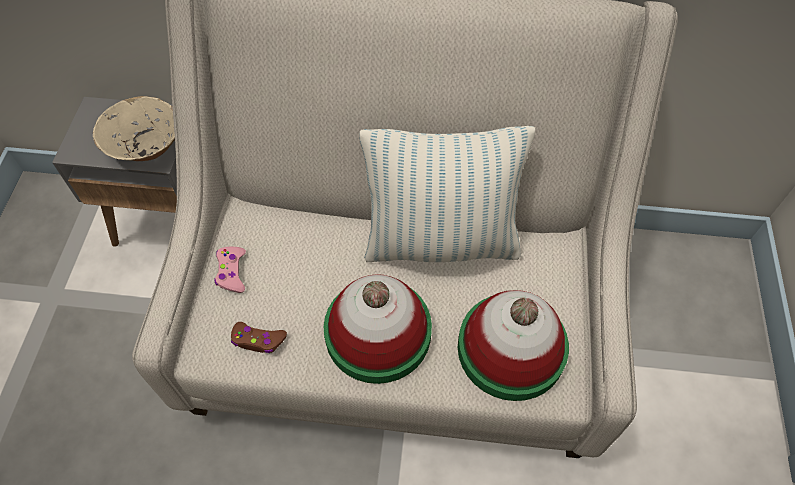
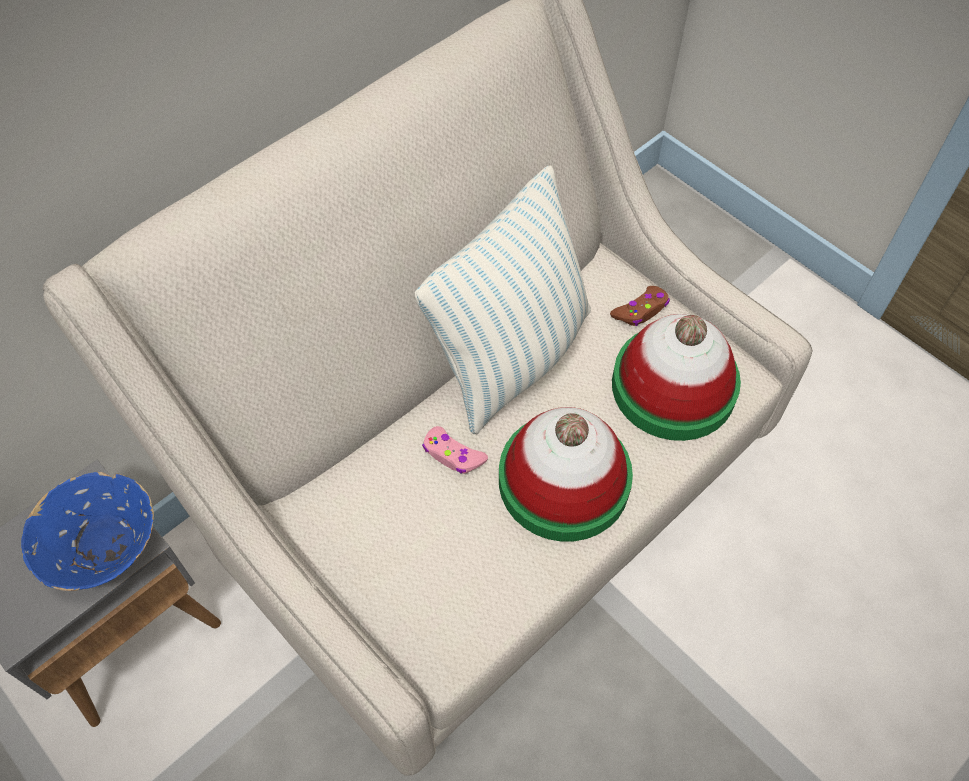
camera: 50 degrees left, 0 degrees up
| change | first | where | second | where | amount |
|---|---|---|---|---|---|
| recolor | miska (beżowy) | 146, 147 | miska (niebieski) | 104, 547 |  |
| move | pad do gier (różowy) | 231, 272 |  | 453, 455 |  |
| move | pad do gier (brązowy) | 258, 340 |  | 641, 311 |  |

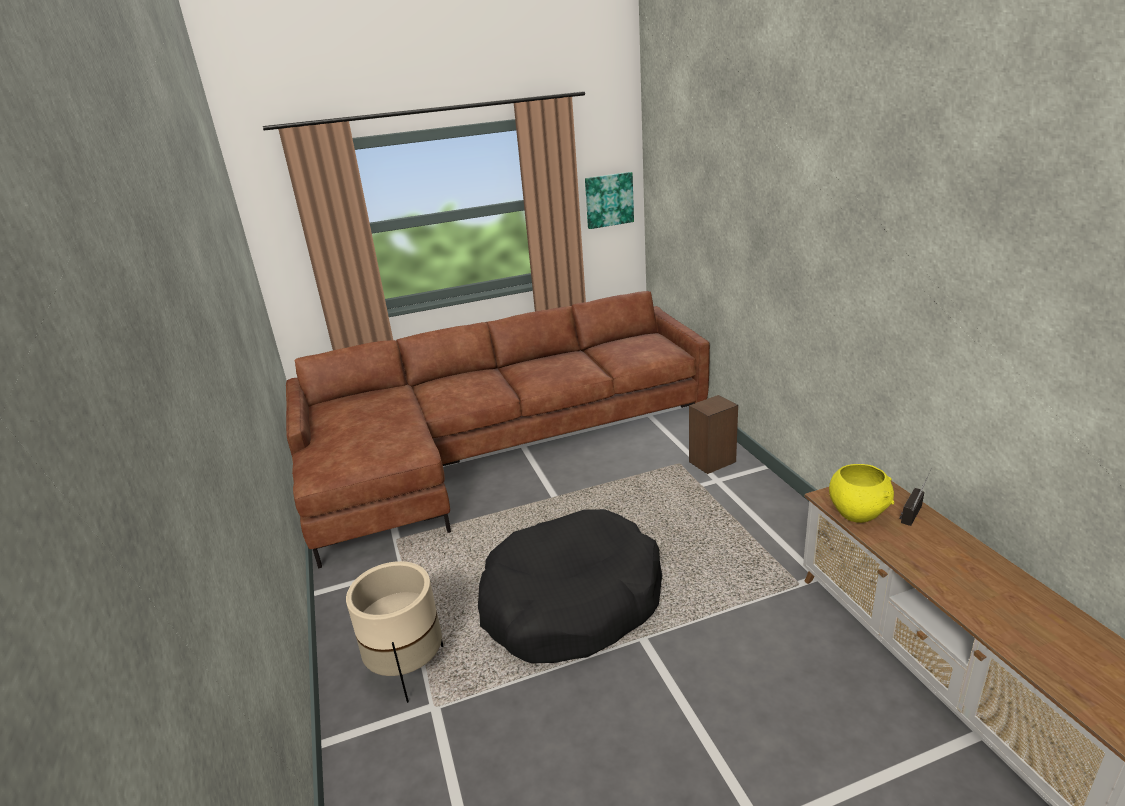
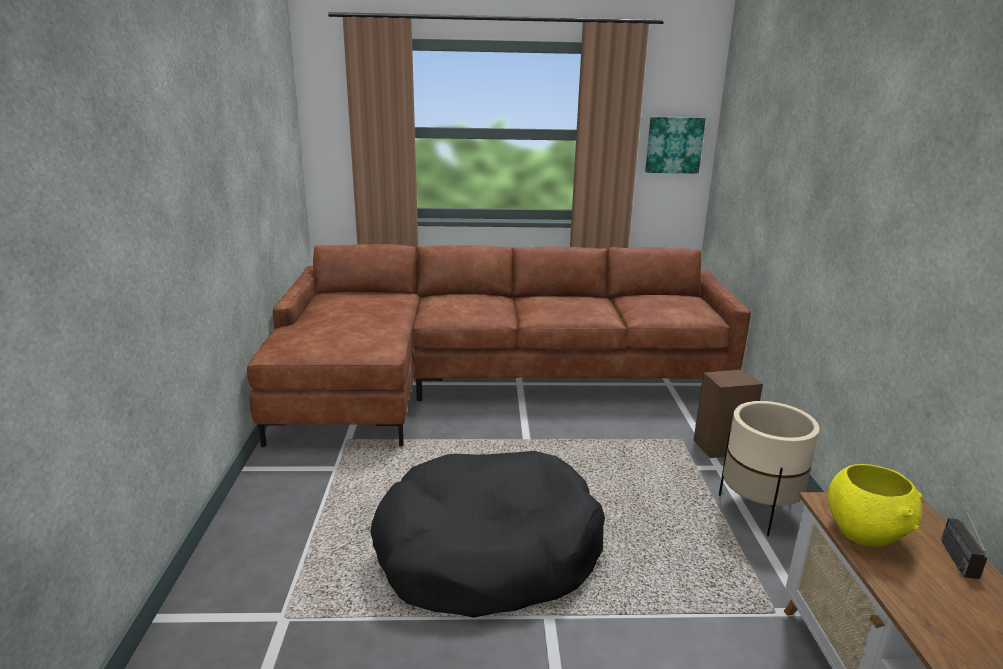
camera: 15 degrees right, 5 degrees down
| change | first | where | second | where | amount |
|---|---|---|---|---|---|
| move | donica (beżowy) | 408, 669 |  | 758, 510 |  |
| rotate | radio | 913, 509 |  | 951, 549 | 45 degrees counterclockwise |

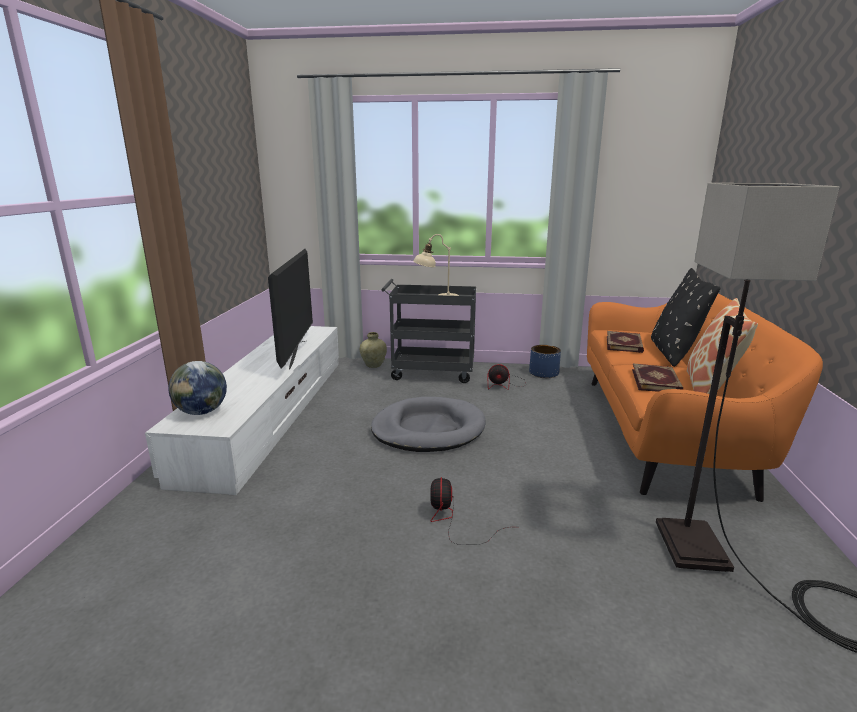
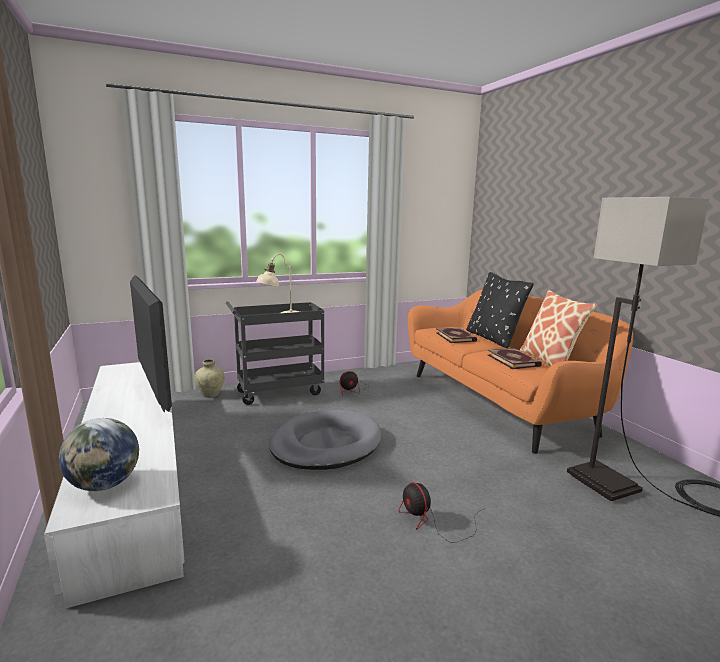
camera: 30 degrees left, 5 degrees down
| change | first | where | second | where | amount |
|---|---|---|---|---|---|
| delete | donica (niebieski) | 544, 373 |  |  |  |

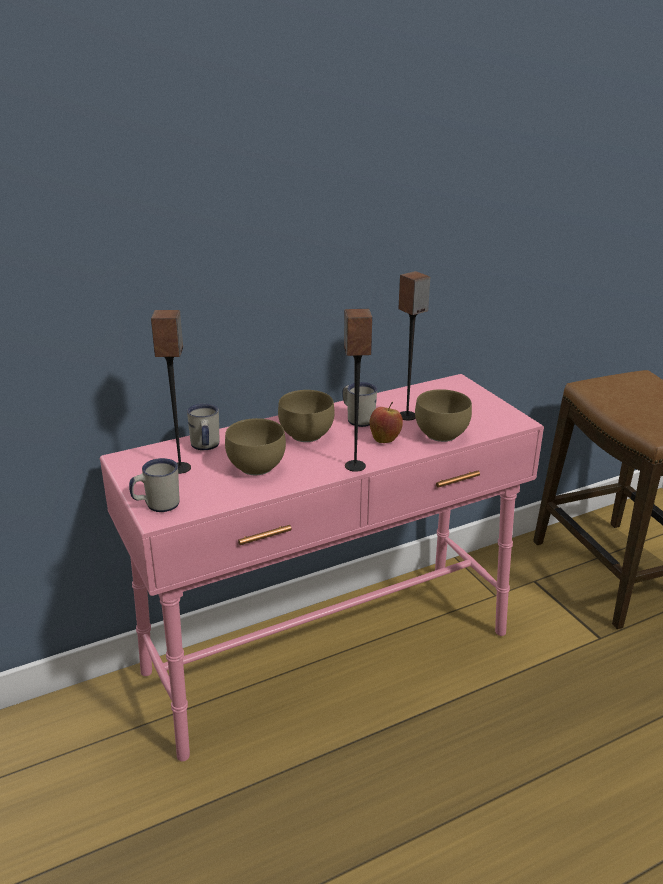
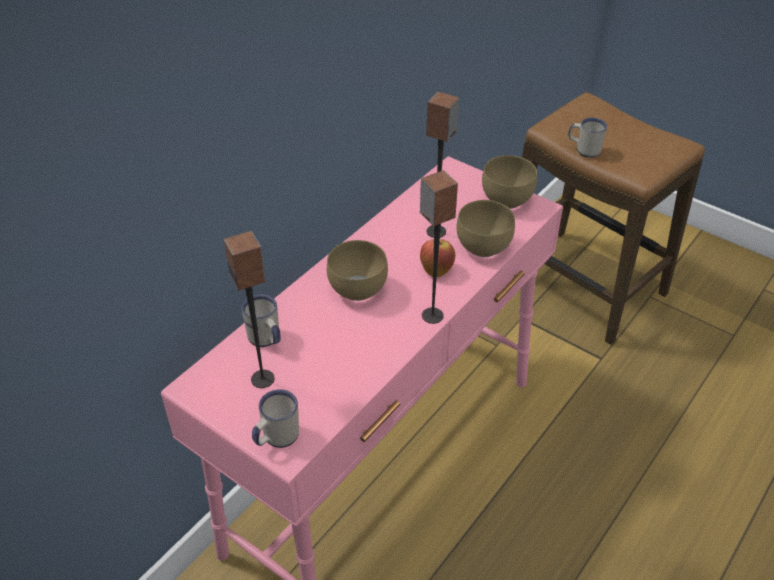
camera: 25 degrees left, 15 degrees up
| change | first | where | second | where | amount |
|---|---|---|---|---|---|
| move | miska (brązowy) | 256, 468 |  | 508, 201 |  |
| move | kubek (biały) | 357, 418 |  | 584, 149 |  |

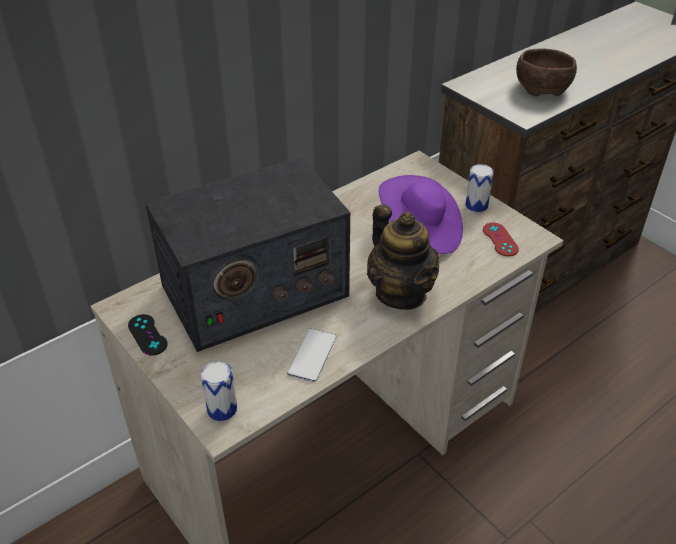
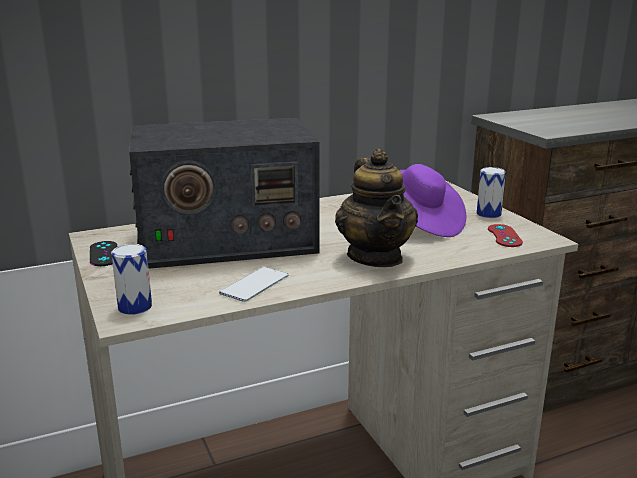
camera: 15 degrees right, 20 degrees down
| change | first | where | second | where | amount |
|---|---|---|---|---|---|
| delete | miska (brązowy) | 541, 87 |  |  |  |

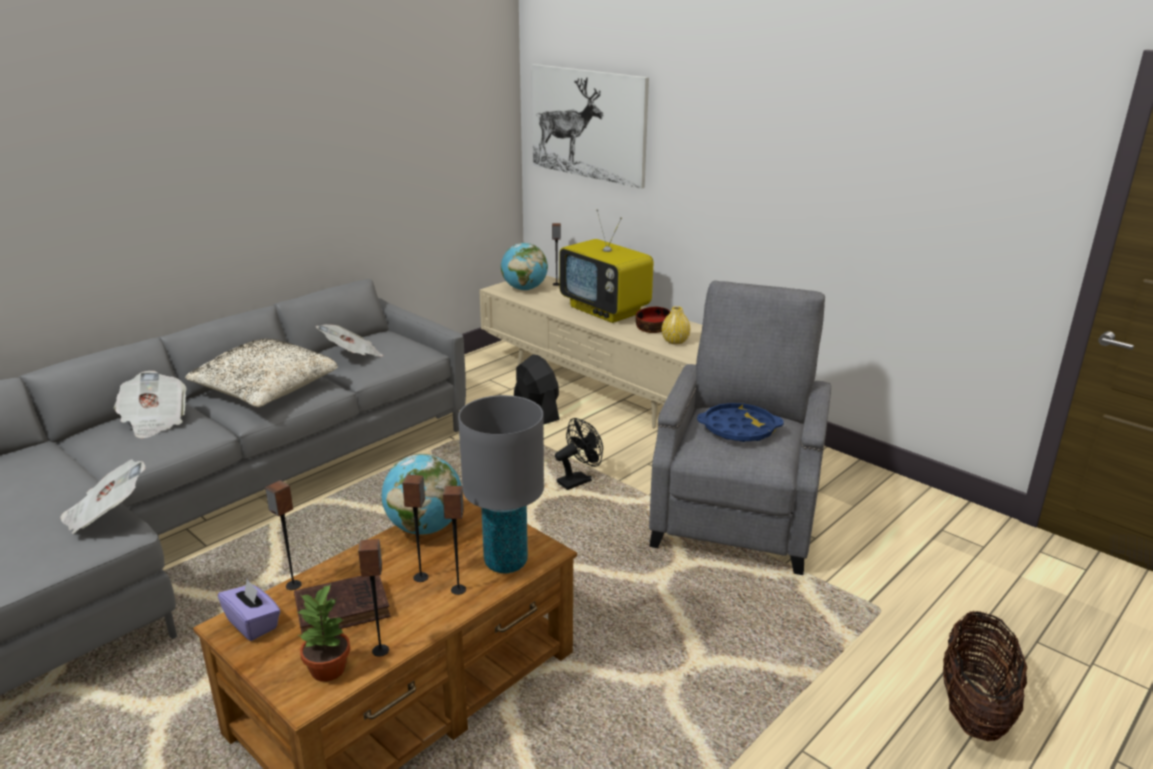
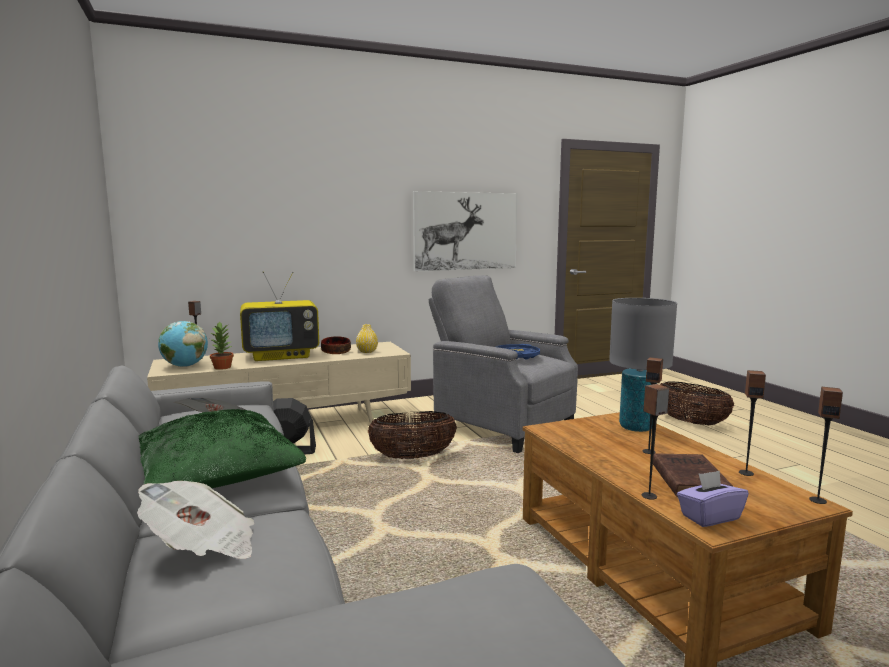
camera: 65 degrees left, 15 degrees down
| change | first | where | second | where | amount |
|---|---|---|---|---|---|
| delete | gazeta | 106, 515 |  |  |  |
| recolor | poduszka (beżowy) | 267, 387 | poduszka (zielony) | 216, 471 |  |
| move | roślina doniczkowa | 329, 669 |  | 223, 367 |  |
| delete | globus | 425, 527 |  |  |  |
| move | głośnik | 459, 589 |  | 817, 500 |  |
| move | obraz | 588, 124 |  | 465, 231 |  |
| replace | wentylator (czarny) | 578, 480 | koszyk | 412, 457 |  |

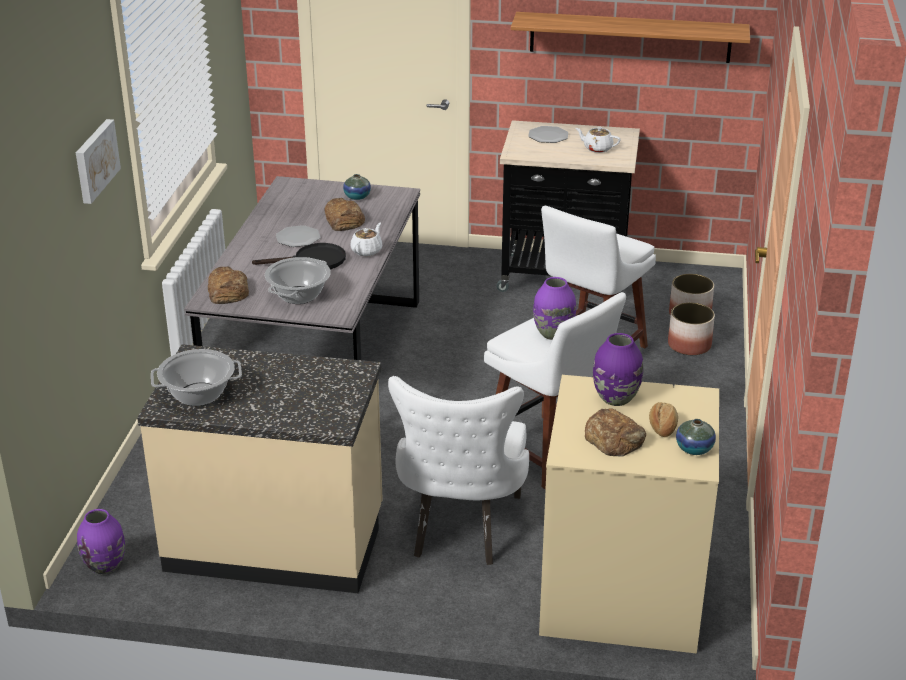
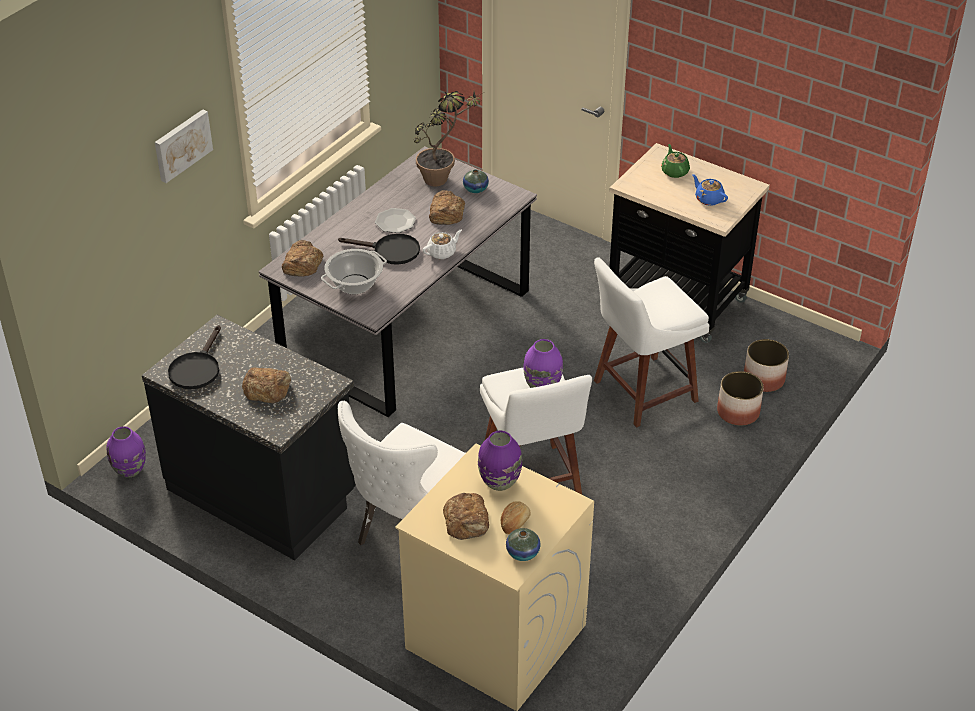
camera: 25 degrees right, 10 degrees up
| change | first | where | second | where | amount |
|---|---|---|---|---|---|
| recolor | zabudowa kuchenna (beżowy) | 276, 541 | zabudowa kuchenna (czarny) | 263, 492 |  |
| replace | garnek | 198, 395 | patelnia (czarny) | 197, 368 |  |
| delete | półka | 630, 37 |  |  |  |
| replace | talerz | 548, 136 | imbryk (zielony) | 674, 171 |  |
| recolor | imbryk (biały) | 597, 148 | imbryk (niebieski) | 708, 199 |  |
| insert |  |  | chleb | 267, 388 |  |
| insert |  |  | roślina doniczkowa | 444, 178 |  |

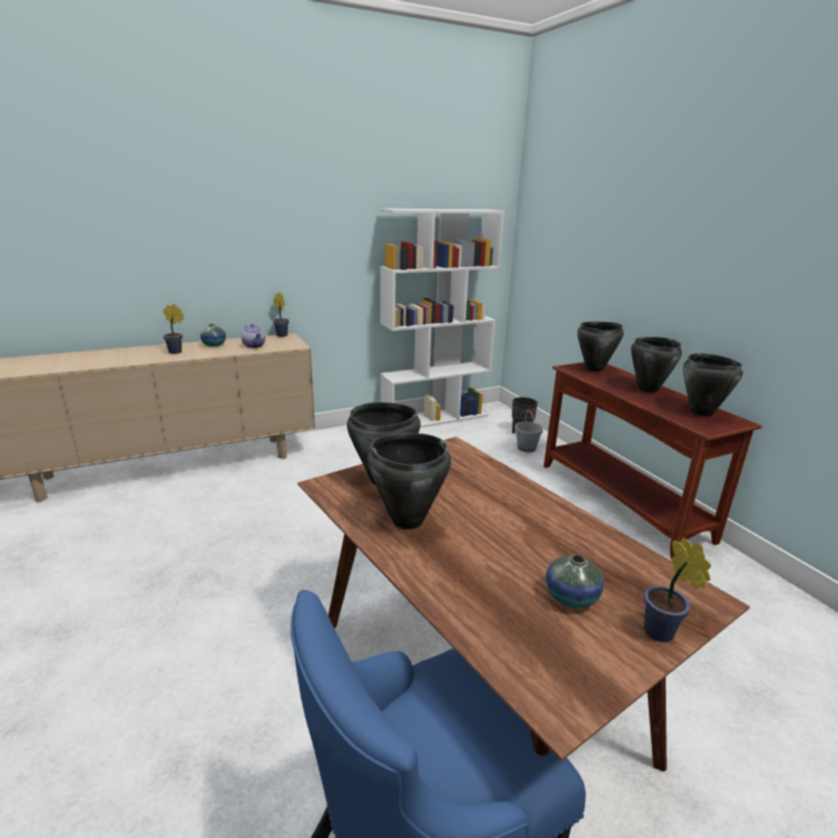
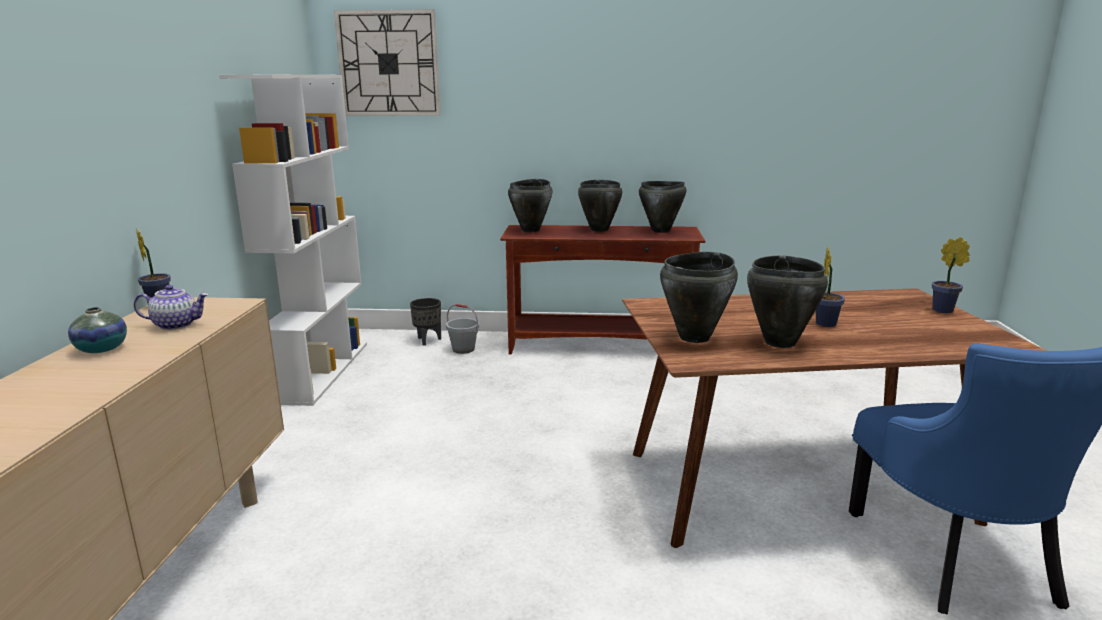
camera: 60 degrees left, 5 degrees down
| change | first | where | second | where | amount |
|---|---|---|---|---|---|
| move | roślina doniczkowa | 177, 352 |  | 825, 323 |  |
| delete | wazon | 571, 597 |  |  |  |
| insert |  |  | zegar ścienny | 388, 64 |  |

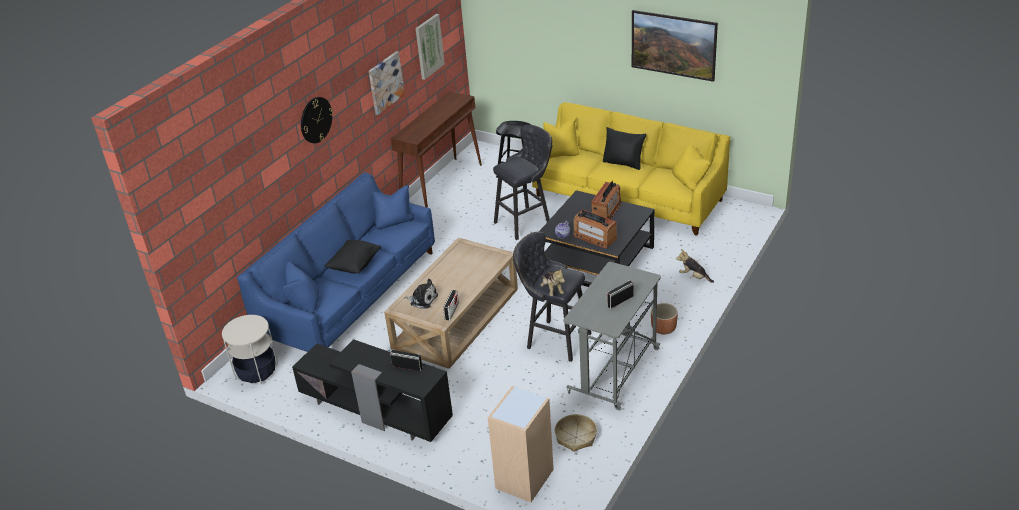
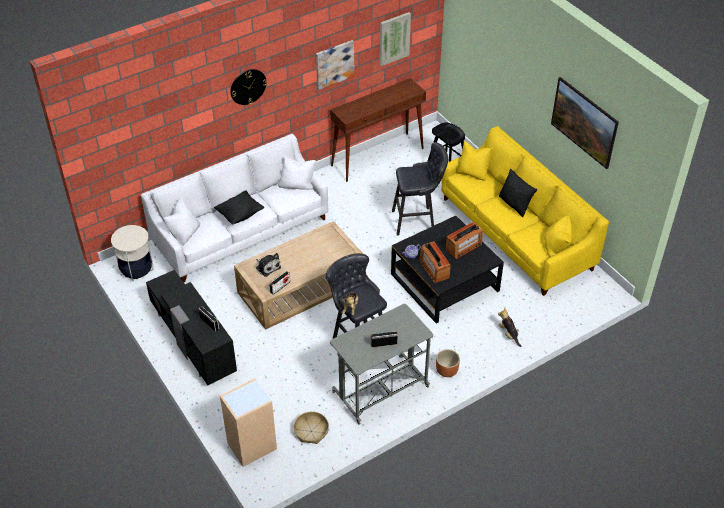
camera: 25 degrees right, 10 degrees up
| change | first | where | second | where | amount |
|---|---|---|---|---|---|
| recolor | kanapa (niebieski) | 351, 295 | kanapa (biały) | 241, 232 |  |

